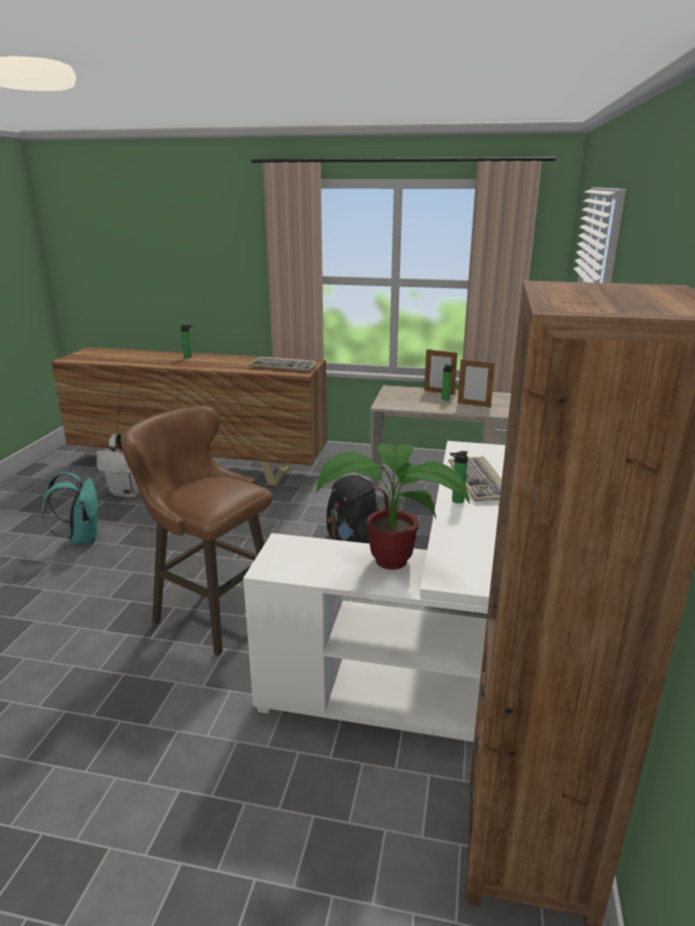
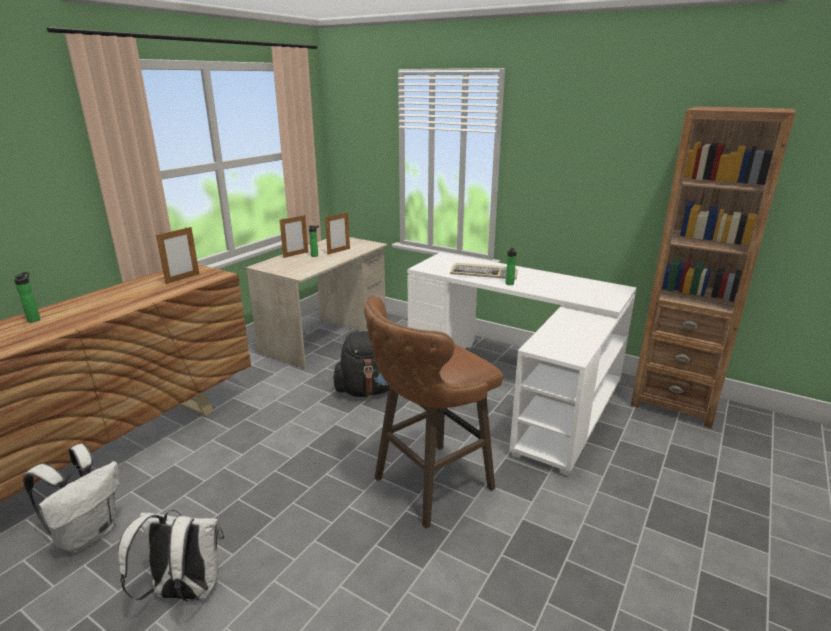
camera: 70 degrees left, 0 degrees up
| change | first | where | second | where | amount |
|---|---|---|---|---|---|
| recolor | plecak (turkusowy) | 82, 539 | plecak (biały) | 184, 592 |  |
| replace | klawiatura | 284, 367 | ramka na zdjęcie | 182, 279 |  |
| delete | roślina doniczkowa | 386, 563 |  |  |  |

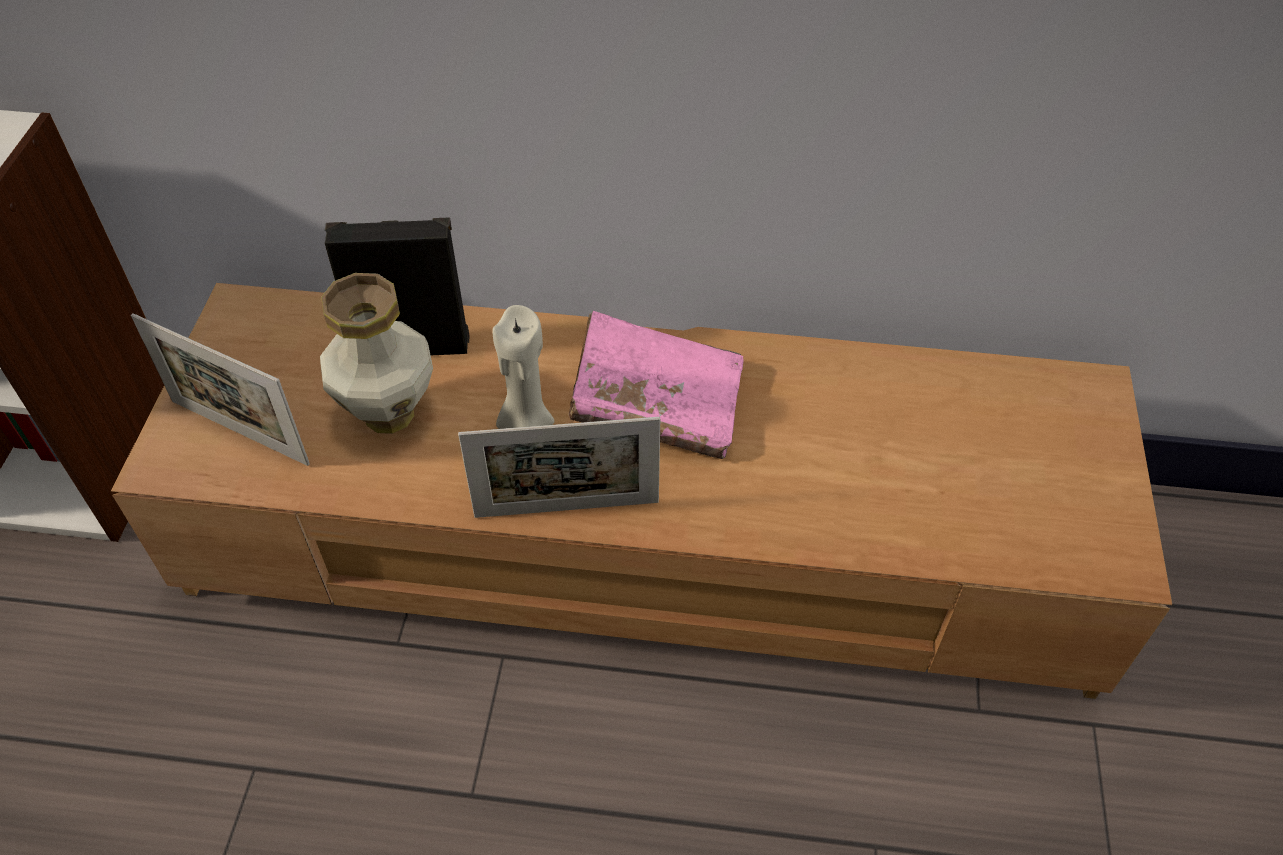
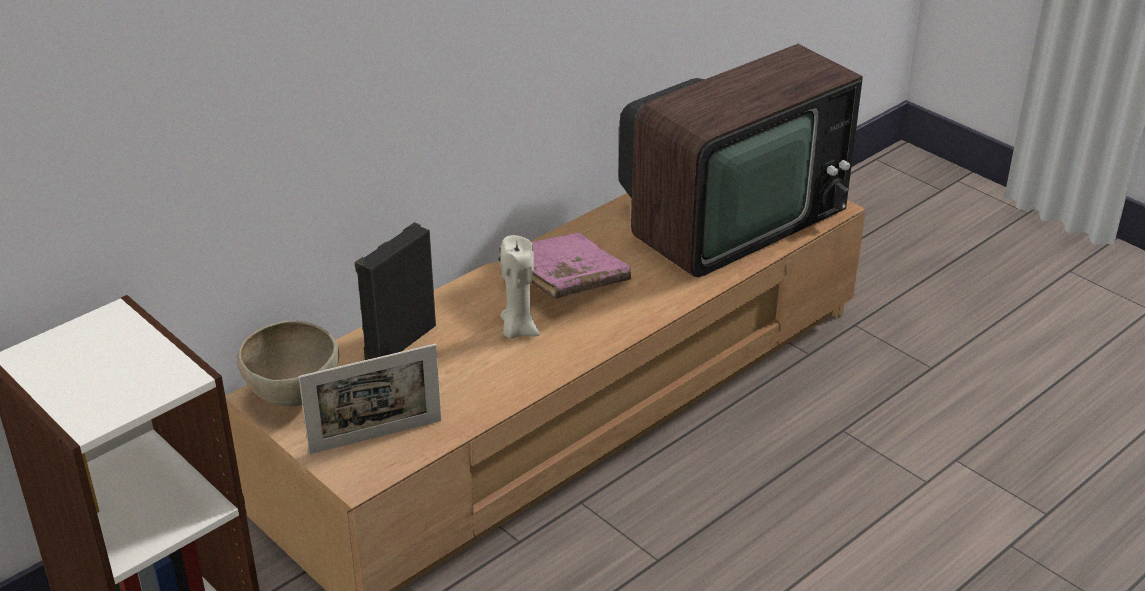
camera: 50 degrees left, 15 degrees down
| change | first | where | second | where | amount |
|---|---|---|---|---|---|
| delete | wazon | 389, 415 |  |  |  |
| delete | ramka na zdjęcie | 567, 509 |  |  |  |
| insert |  |  | miska (brązowy) | 293, 397 |  |
| insert |  |  | telewizor | 728, 219 |  |

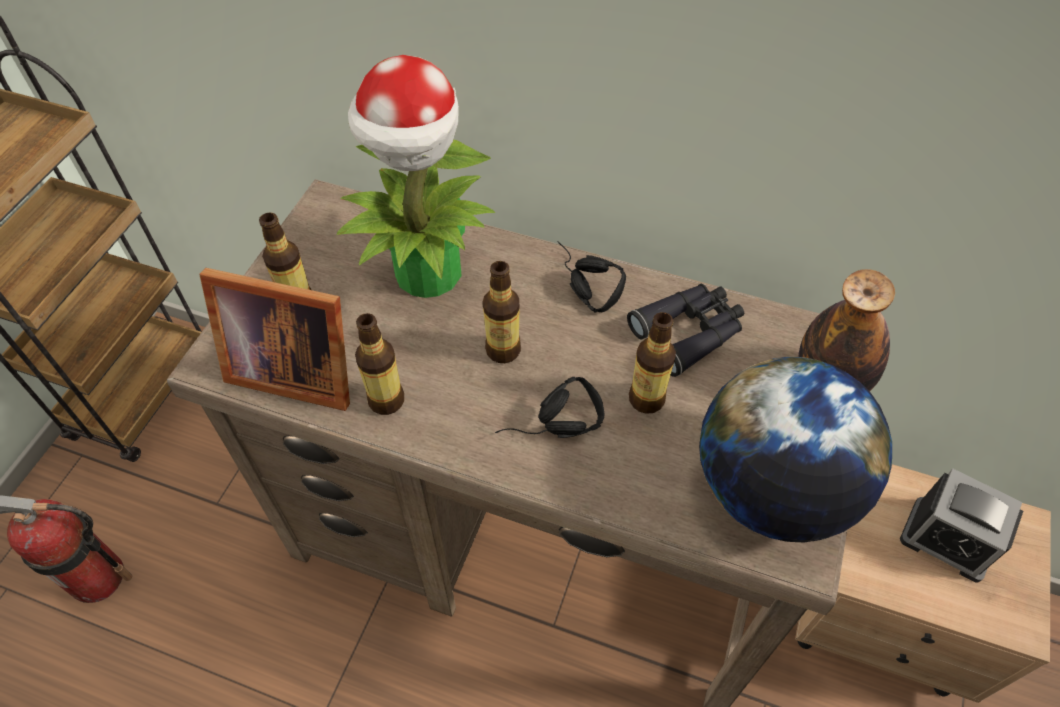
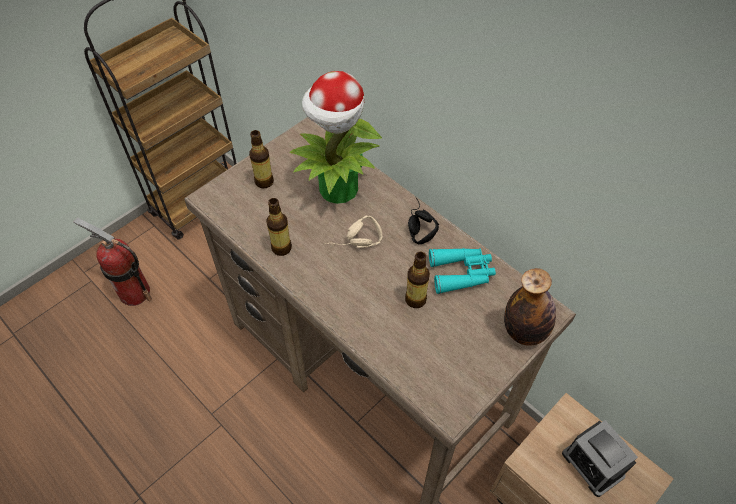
camera: 25 degrees right, 0 degrees up
| change | first | where | second | where | amount |
|---|---|---|---|---|---|
| delete | ramka na zdjęcie | 293, 369 |  |  |  |
| replace | butelka | 503, 350 | słuchawki (beżowy) | 354, 245 |  |
| delete | słuchawki (czarny) | 552, 431 |  |  |  |
| recolor | lornetka (czarny) | 689, 332 | lornetka (turkusowy) | 461, 273 |  |
| delete | globus | 771, 490 |  |  |  |

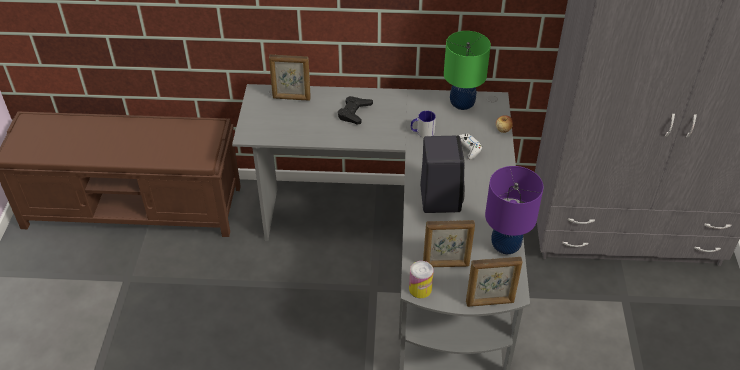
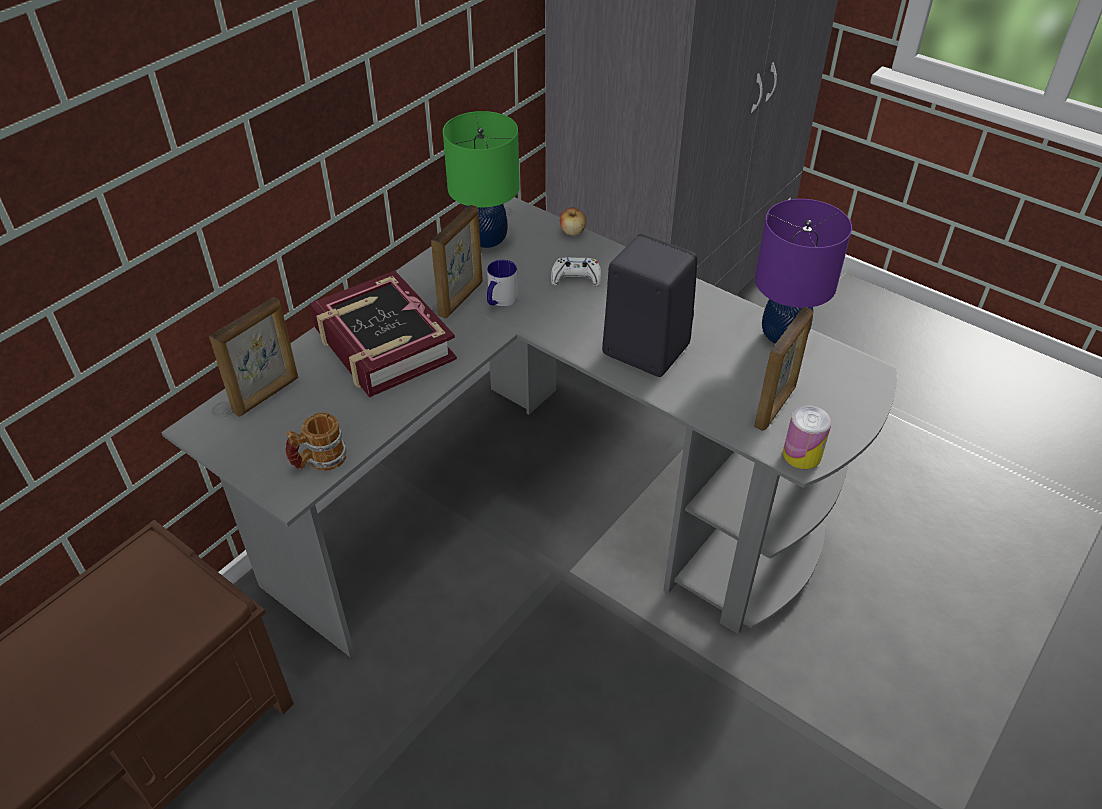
camera: 55 degrees left, 0 degrees up
| change | first | where | second | where | amount |
|---|---|---|---|---|---|
| replace | pad do gier (czarny) | 354, 113 | książka | 383, 344 |  |
| move | ramka na zdjęcie | 490, 302 |  | 461, 298 |  |
| insert |  |  | kubek | 319, 461 |  |

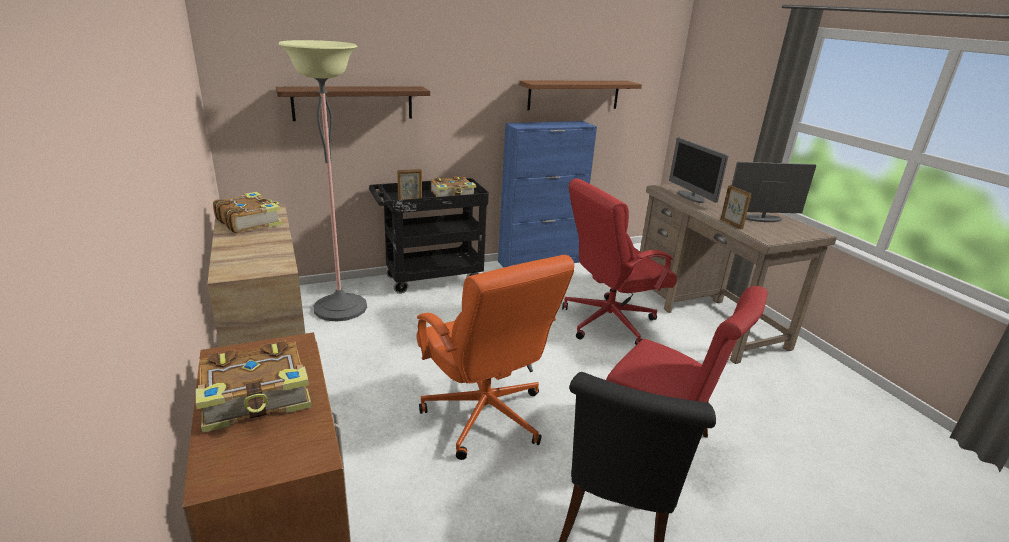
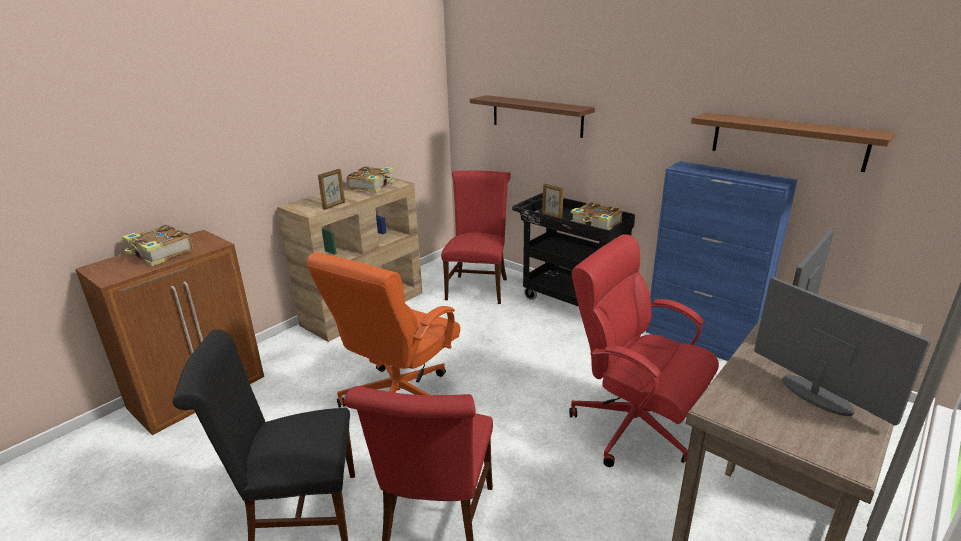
camera: 65 degrees right, 0 degrees up
| change | first | where | second | where | amount |
|---|---|---|---|---|---|
| replace | lampa stojąca | 340, 308 | krzesło (czerwony) | 478, 287 |  |
| move | ramka na zdjęcie | 731, 224 |  | 334, 205 |  |

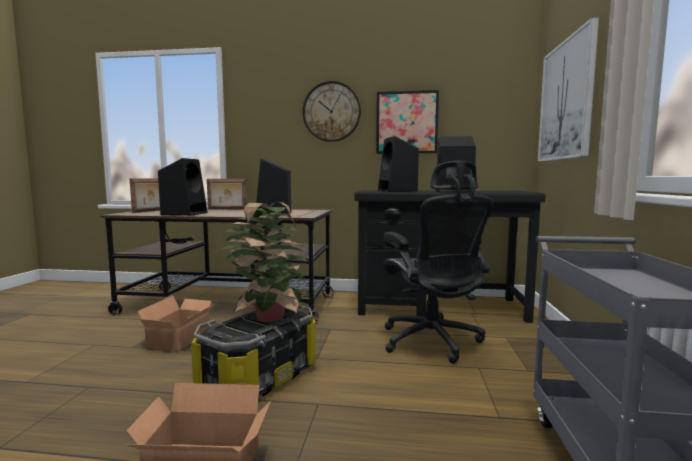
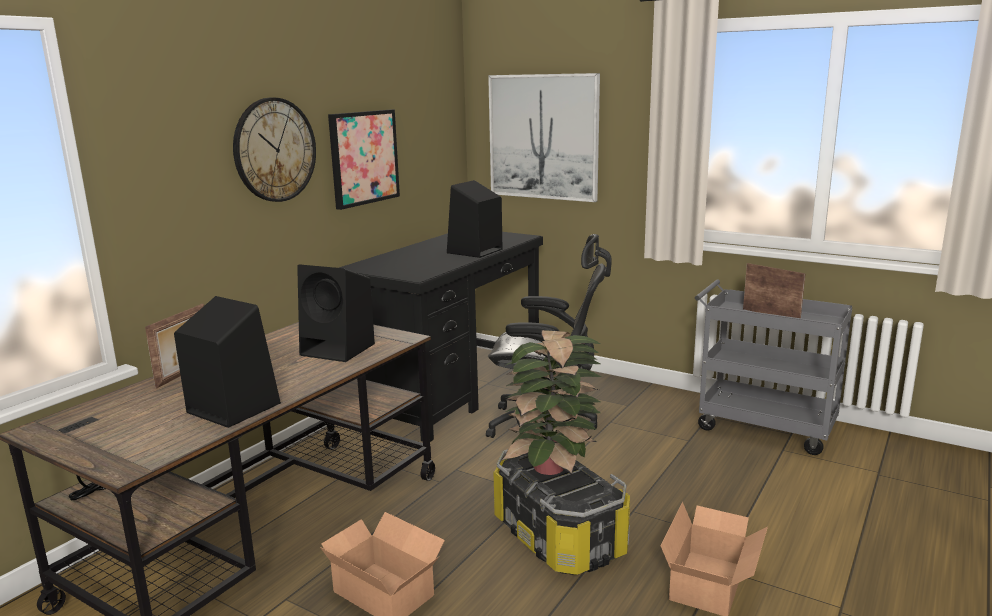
camera: 65 degrees left, 10 degrees up
| change | first | where | second | where | amount |
|---|---|---|---|---|---|
| move | ramka na zdjęcie | 150, 211 |  | 771, 315 |  |
| delete | głośnik (czarny) | 397, 191 |  |  |  |

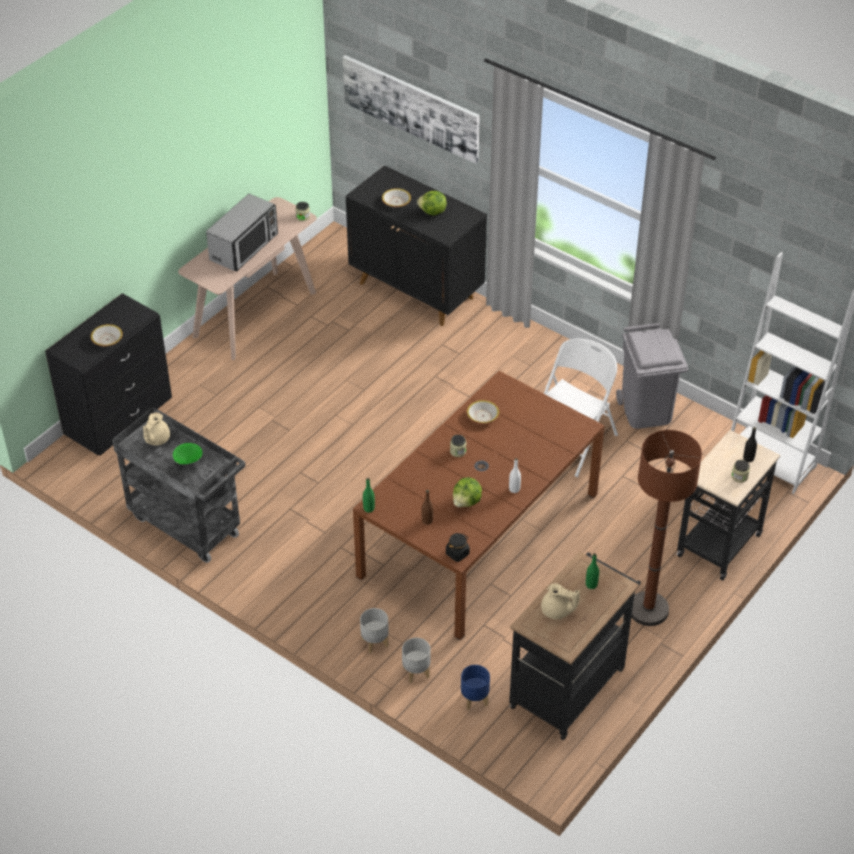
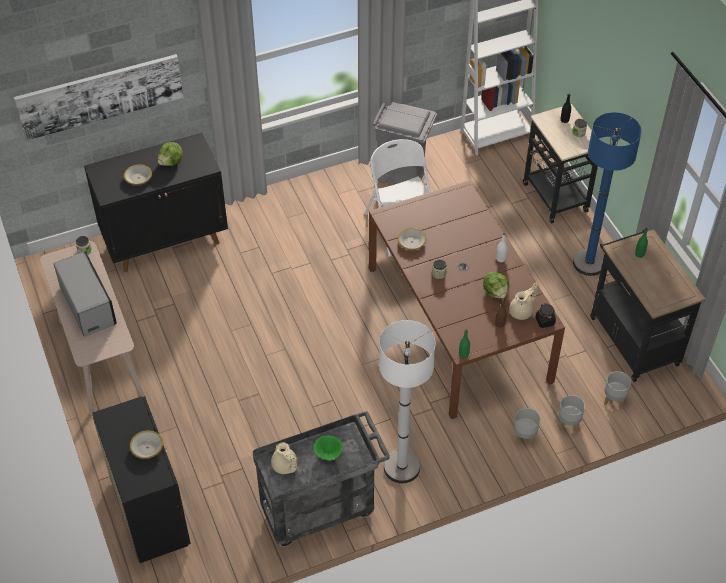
camera: 60 degrees left, 5 degrees up
| change | first | where | second | where | amount |
|---|---|---|---|---|---|
| recolor | donica (niebieski) | 474, 699 | donica (szary) | 614, 400 |  |
| move | imbryk (beżowy) | 557, 611 |  | 522, 311 |  |
| recolor | lampa stojąca (brązowy) | 648, 610 | lampa stojąca (niebieski) | 589, 263 |  |
| insert |  |  | lampa stojąca (biały) | 401, 467 |  |

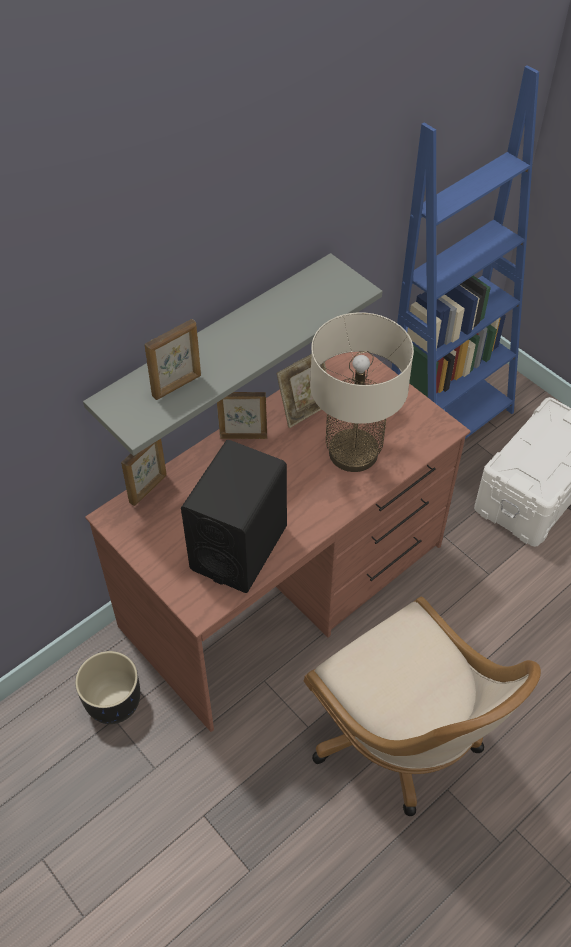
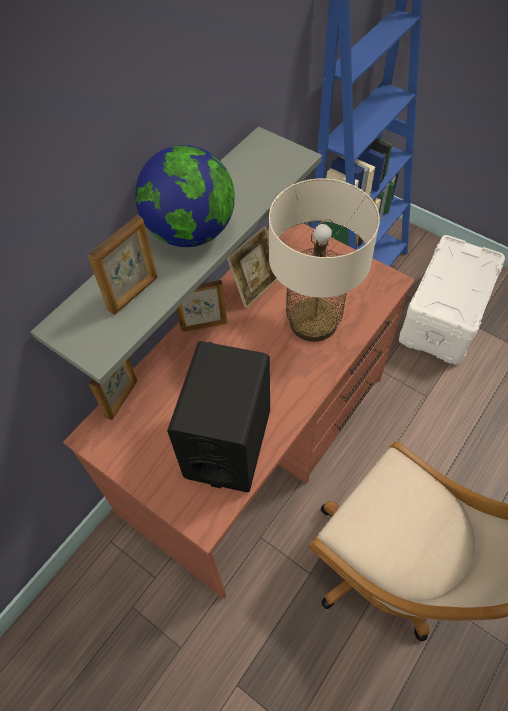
camera: 10 degrees left, 5 degrees up
| change | first | where | second | where | amount |
|---|---|---|---|---|---|
| delete | donica (czarny) | 114, 701 |  |  |  |
| insert |  |  | globus | 191, 232 |  |

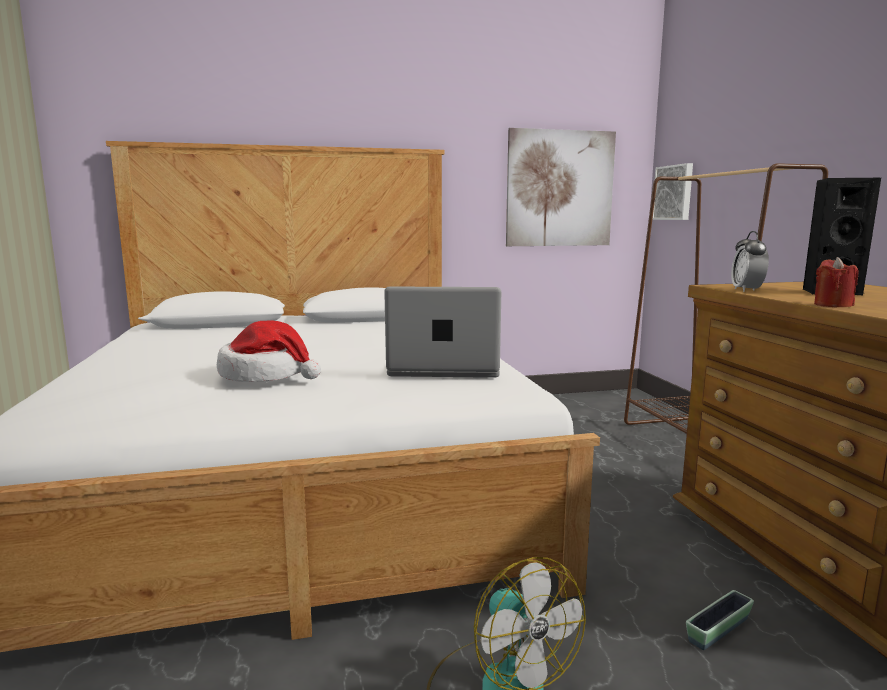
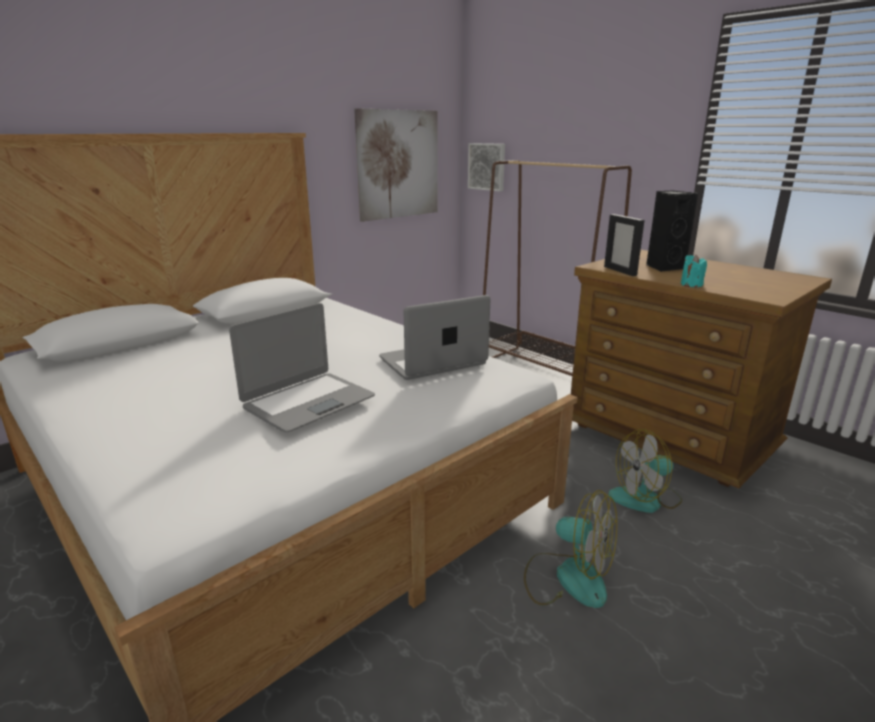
camera: 30 degrees left, 10 degrees up
| change | first | where | second | where | amount |
|---|---|---|---|---|---|
| replace | kapelusz | 266, 374 | laptop | 308, 402 |  |
| replace | donica | 718, 630 | wentylator | 645, 498 |  |
| replace | budzik | 746, 290 | ramka na zdjęcie | 620, 271 |  |
| recolor | świeca (czerwony) | 832, 305 | świeca (turkusowy) | 691, 284 |  |

